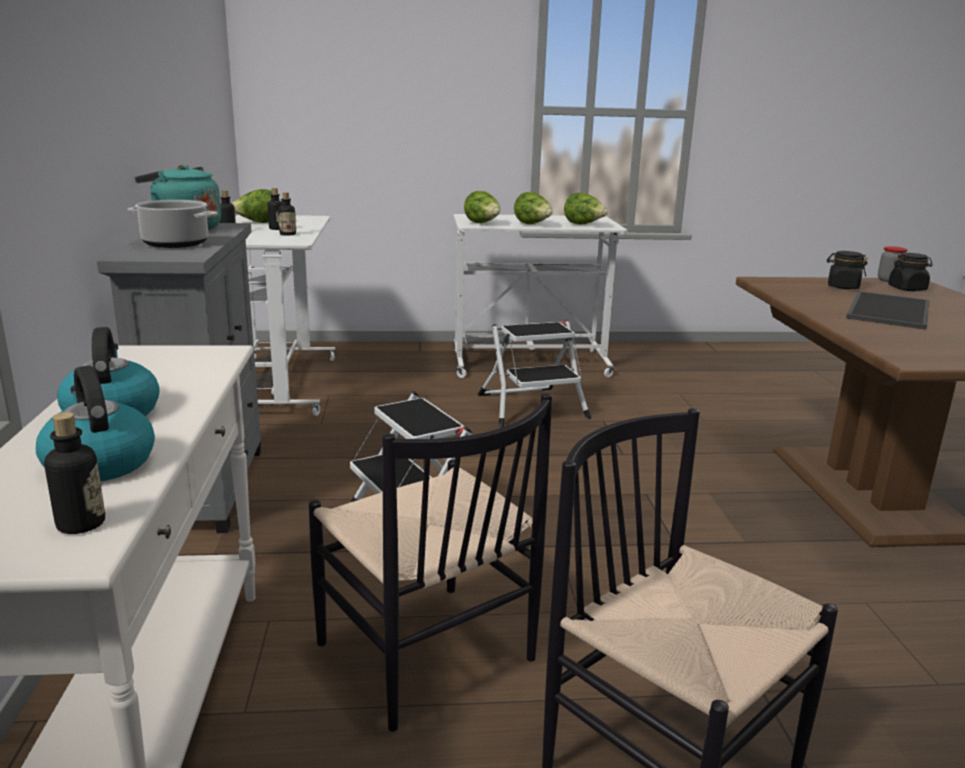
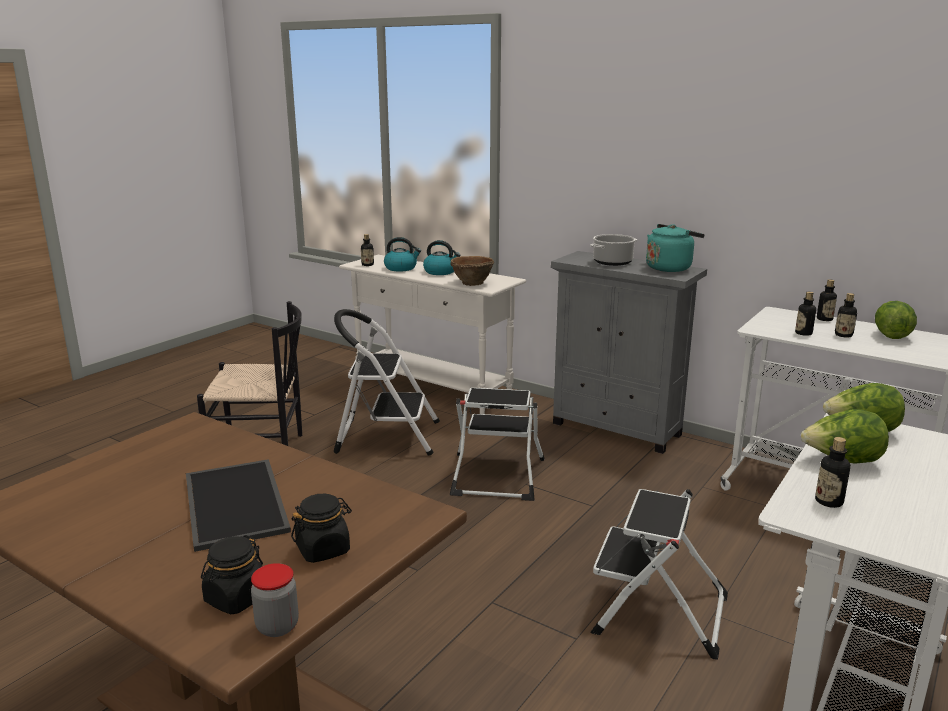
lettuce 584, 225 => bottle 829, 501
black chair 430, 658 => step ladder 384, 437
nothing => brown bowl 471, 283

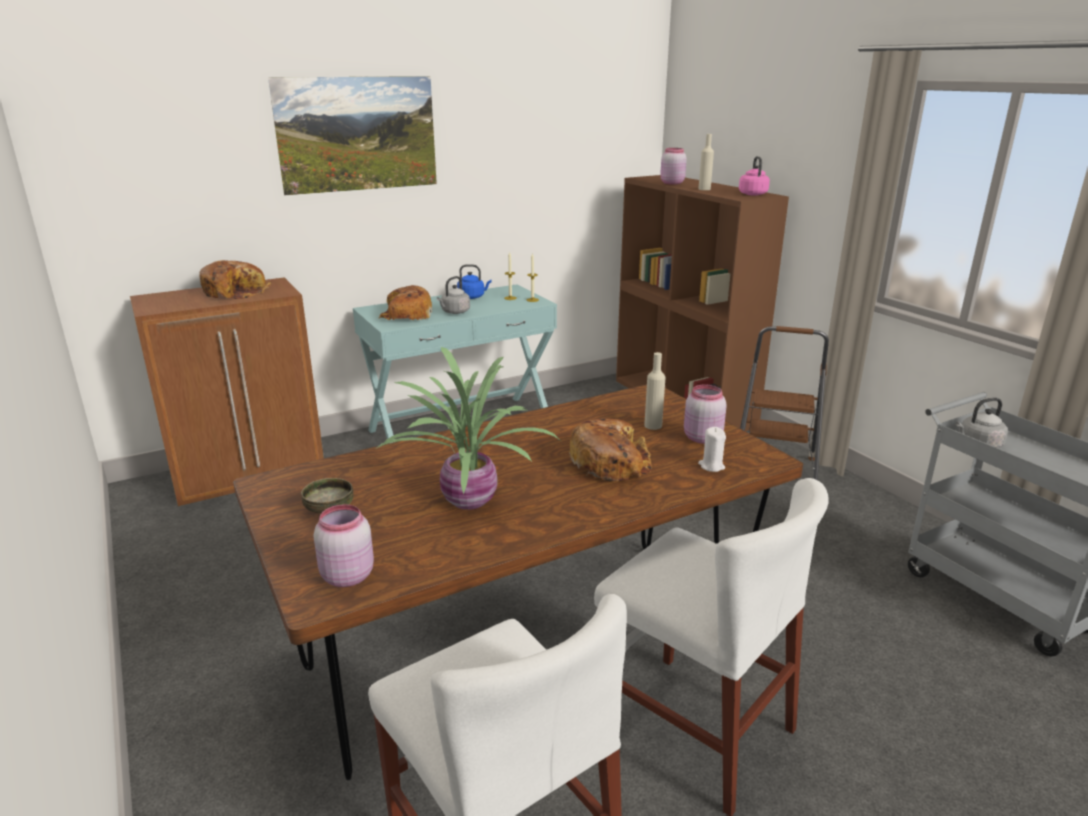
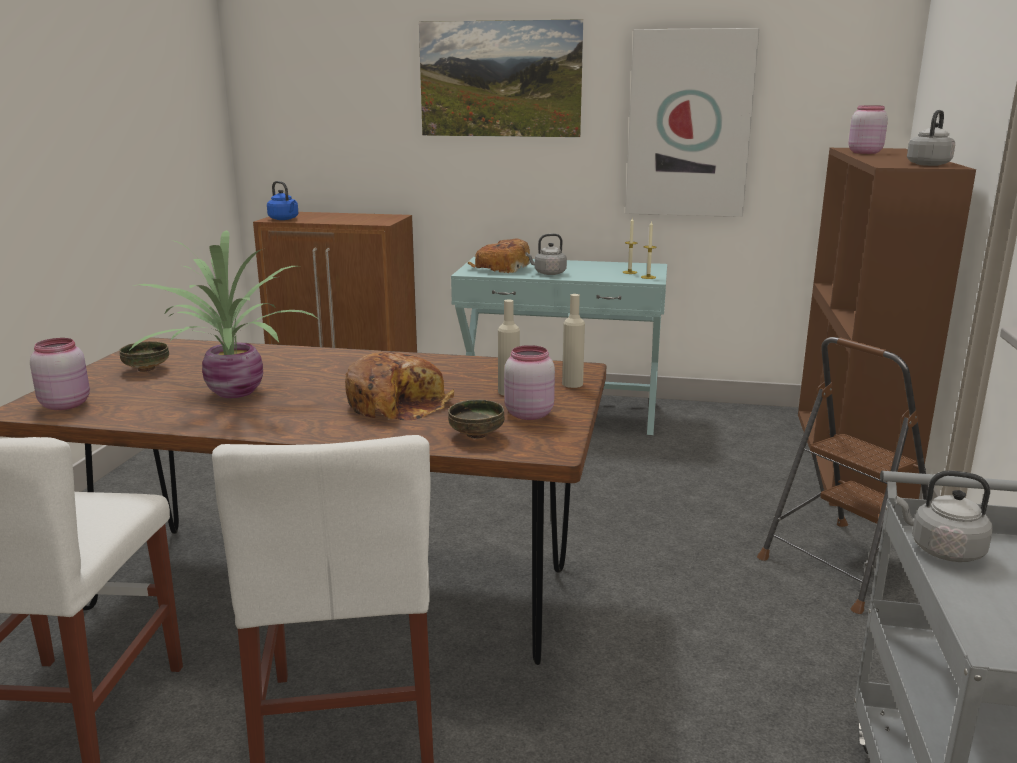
beige bottle 704, 189 => beige bottle 572, 384, relocated
pink kettle 752, 194 => grey kettle 929, 164
bread 236, 292 => nothing
blue kettle 472, 297 => blue kettle 284, 219, relocated
white candle 711, 466 => bowl 477, 435
nothing => picture 689, 124

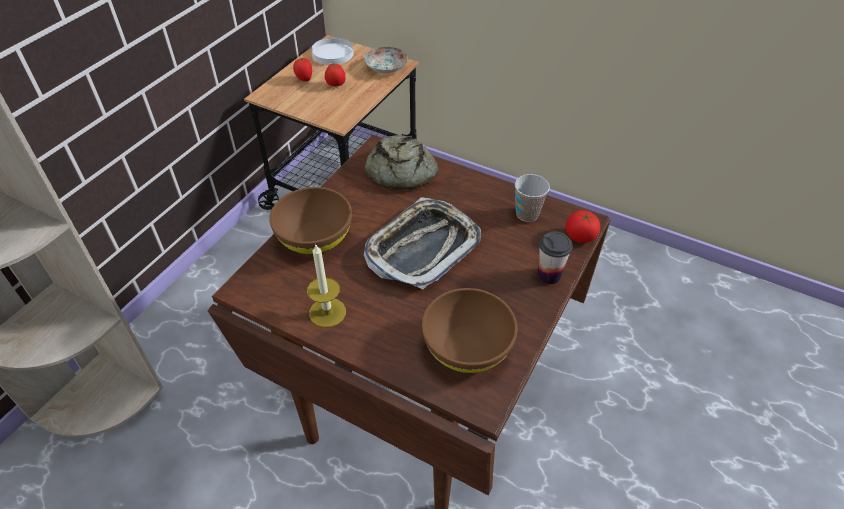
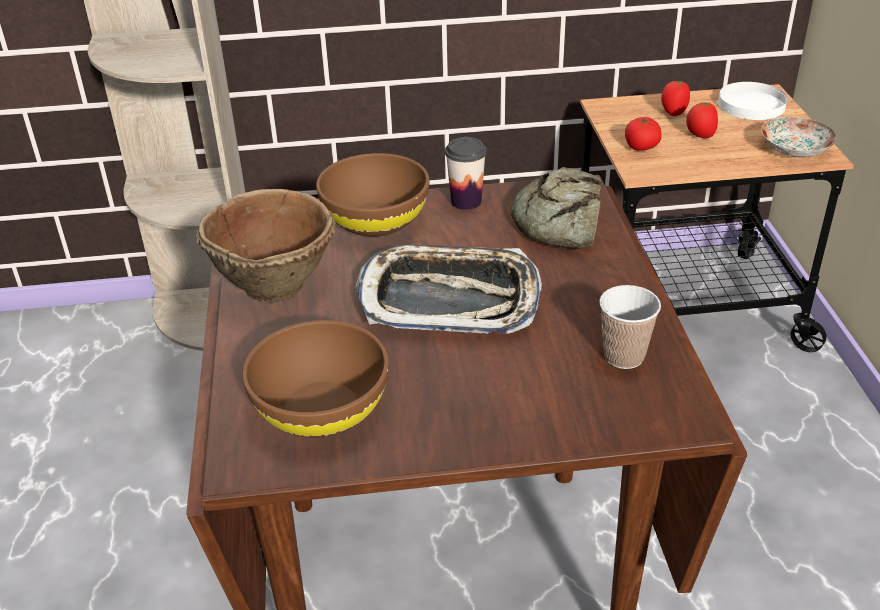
tomato 580, 236 => tomato 641, 147, relocated
cup 549, 275 => cup 466, 202, relocated
candle 327, 312 => brown bowl 274, 282

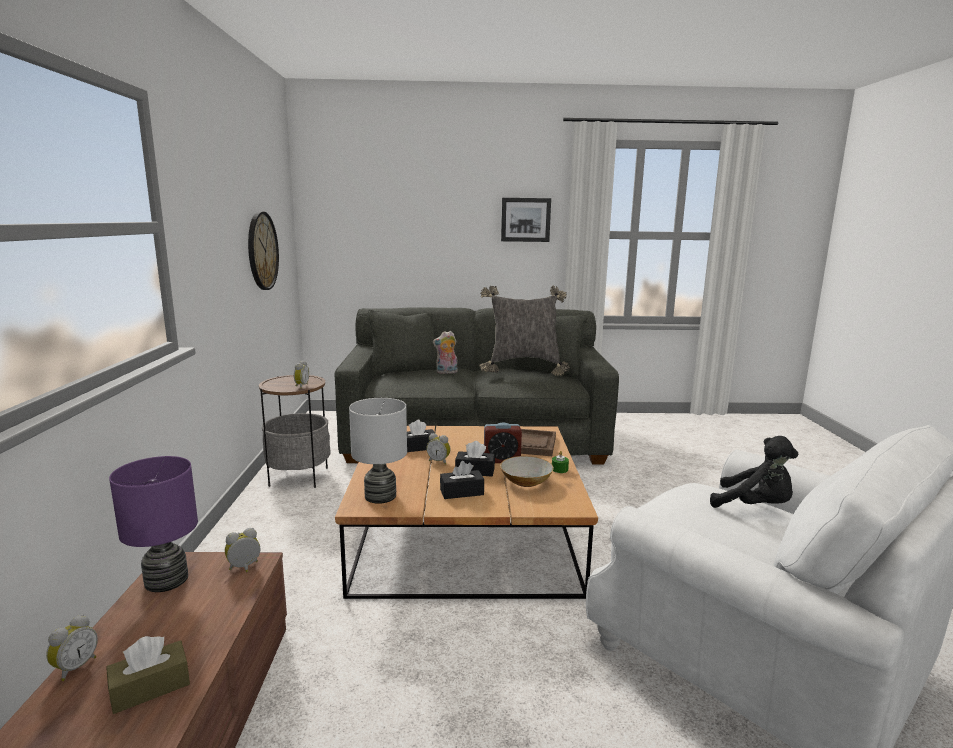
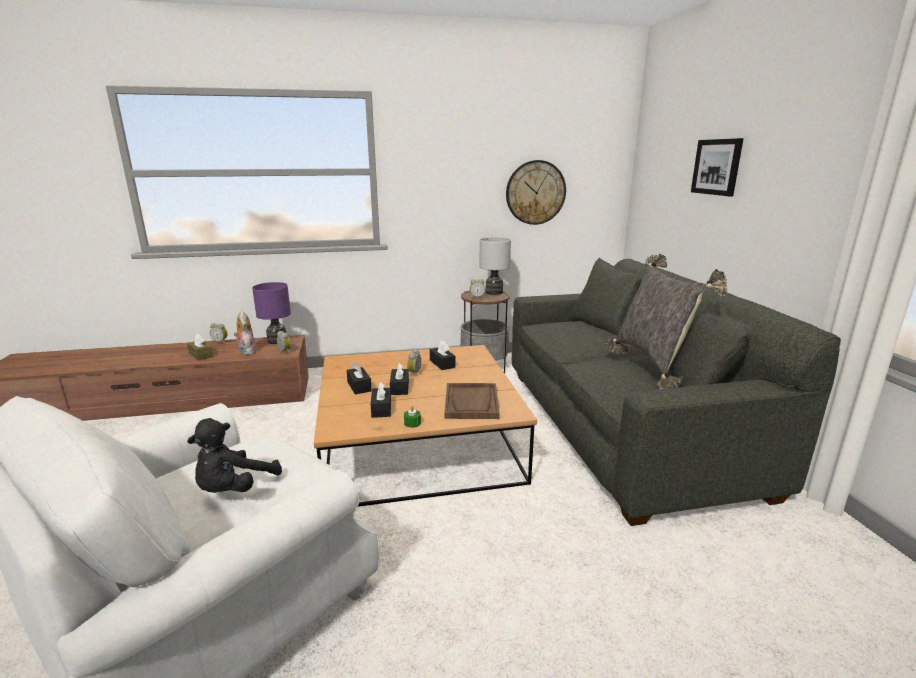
picture 525, 220 => picture 717, 167, relocated
plush toy 446, 372 => plush toy 246, 351, relocated
grey table lamp 380, 496 => grey table lamp 494, 292, relocated
alarm clock 501, 460 => nothing
bowl 525, 482 => black tissue box 381, 409

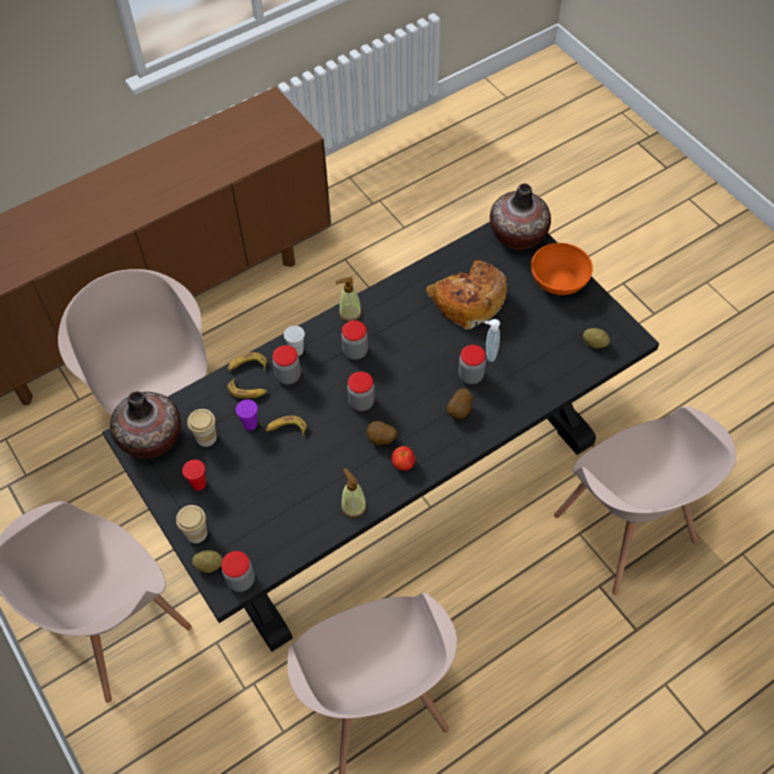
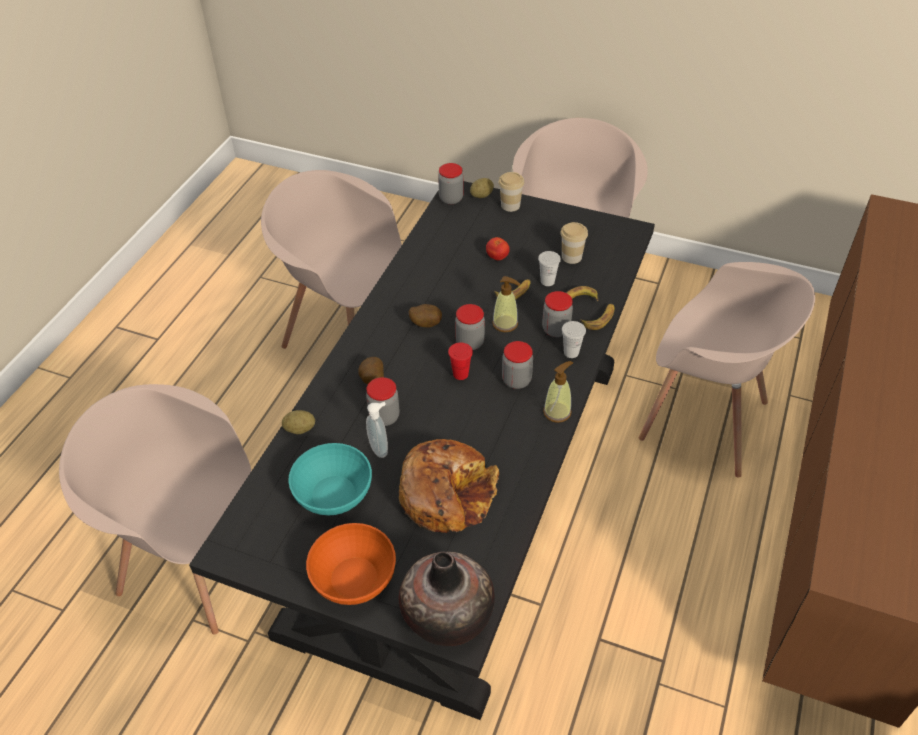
potato 594, 343 => potato 300, 429, relocated
vase 151, 439 => nothing
purple cup 250, 424 => white cup 547, 281
tomato 403, 464 => tomato 497, 257, relocated
red cup 198, 484 => red cup 460, 374, relocated
soap dispenser 353, 506 => soap dispenser 505, 324, relocated
nothing => turquoise bowl 332, 495

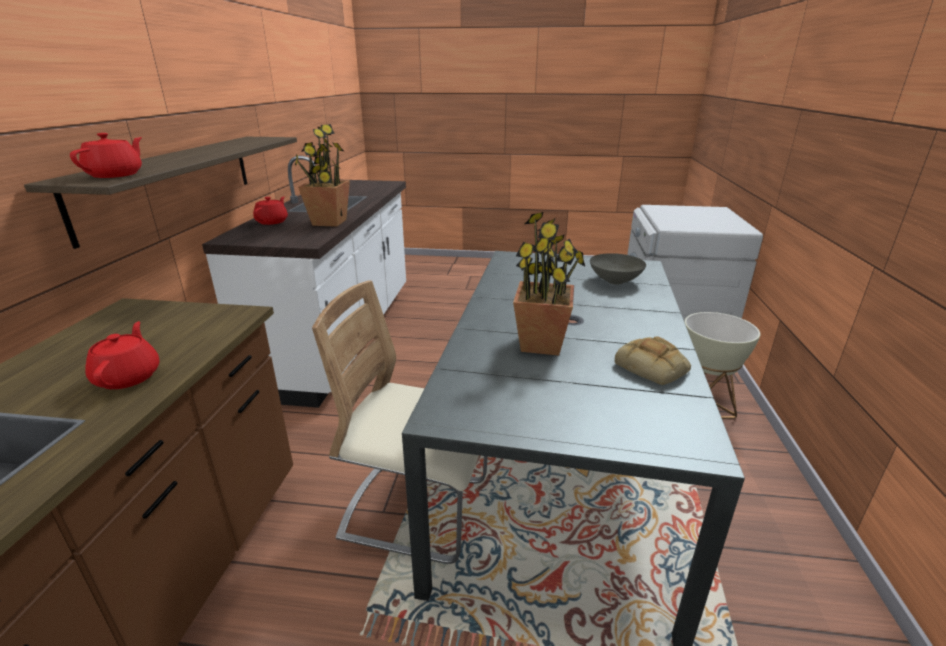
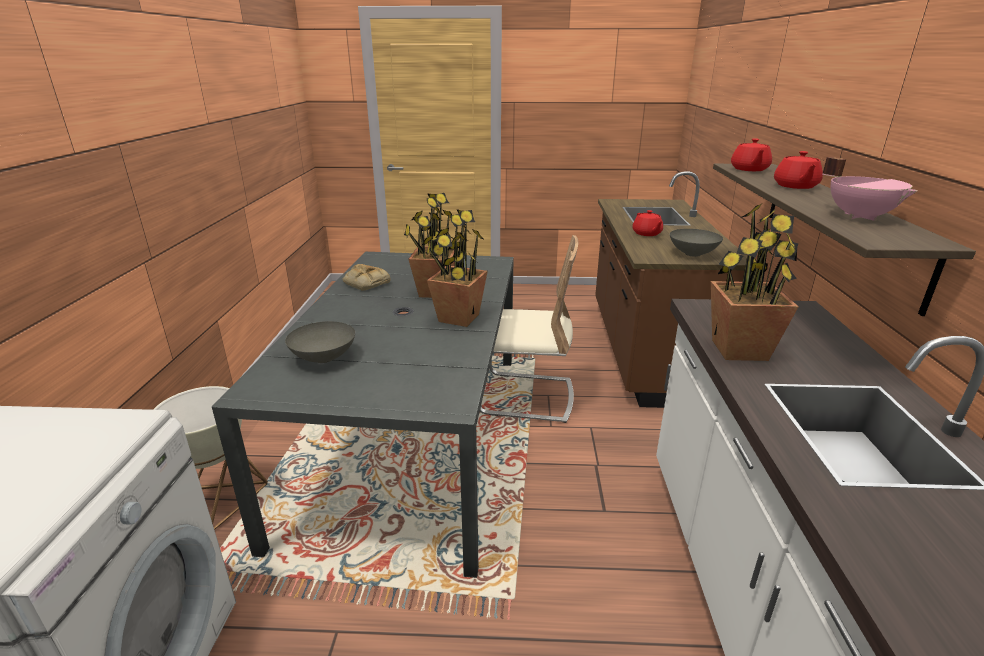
red teapot 272, 221 => red teapot 795, 186, relocated
nothing => pink cooking pot 860, 216
nothing => potted plant 458, 318
nothing => grey bowl 693, 254

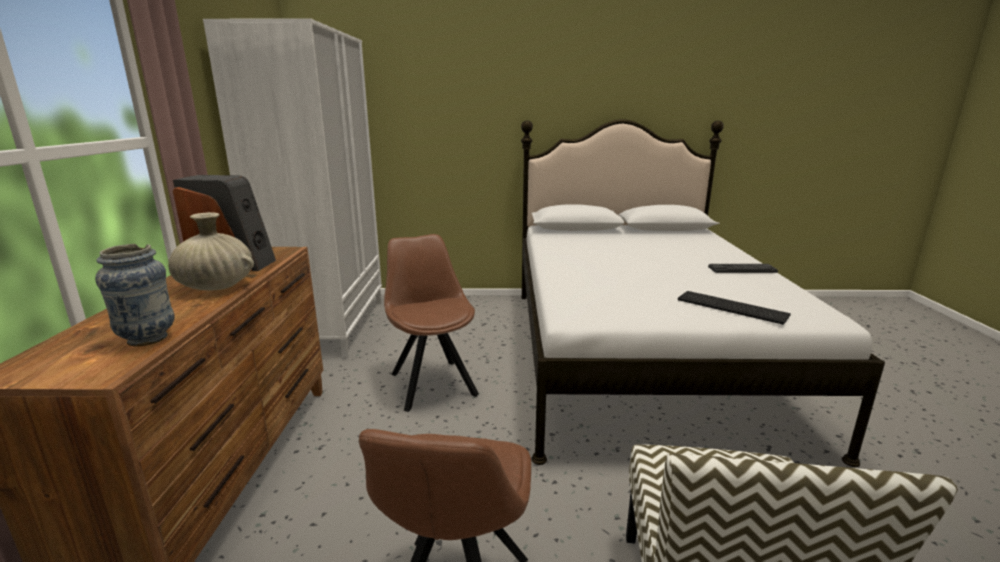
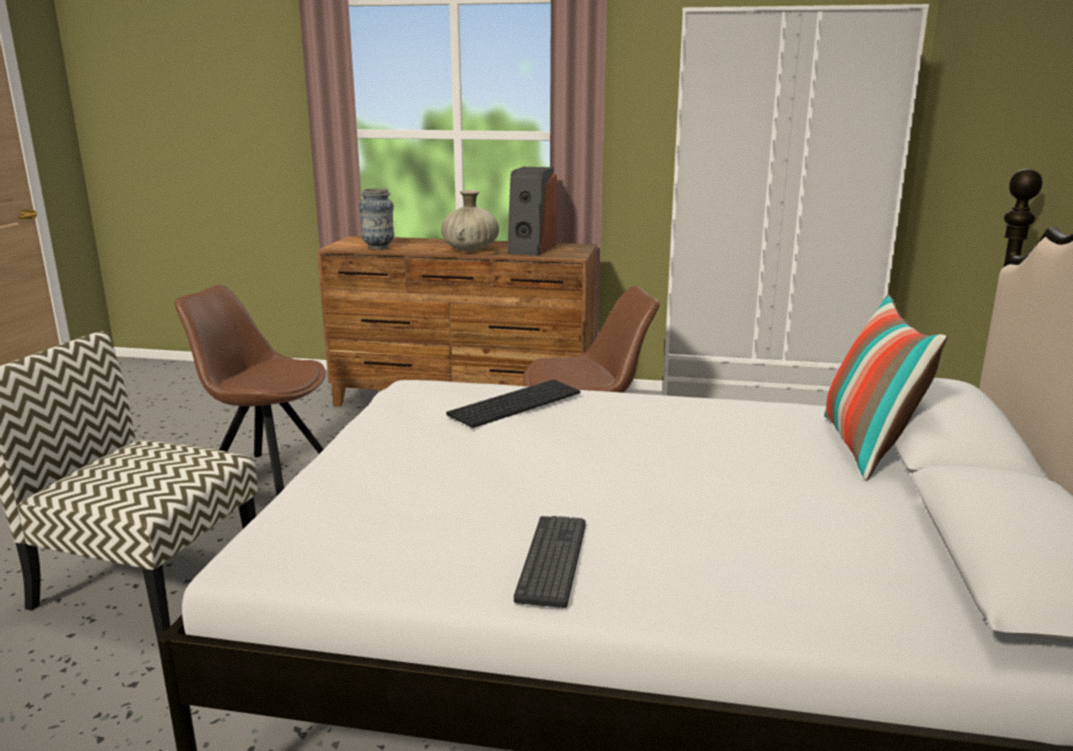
keyboard 730, 307 => keyboard 515, 402, relocated
nothing => pillow 868, 448

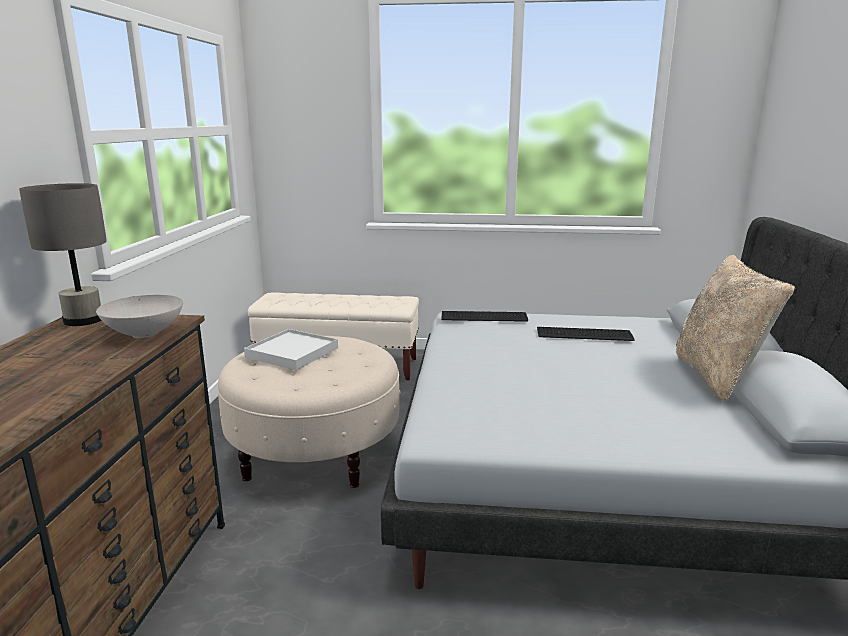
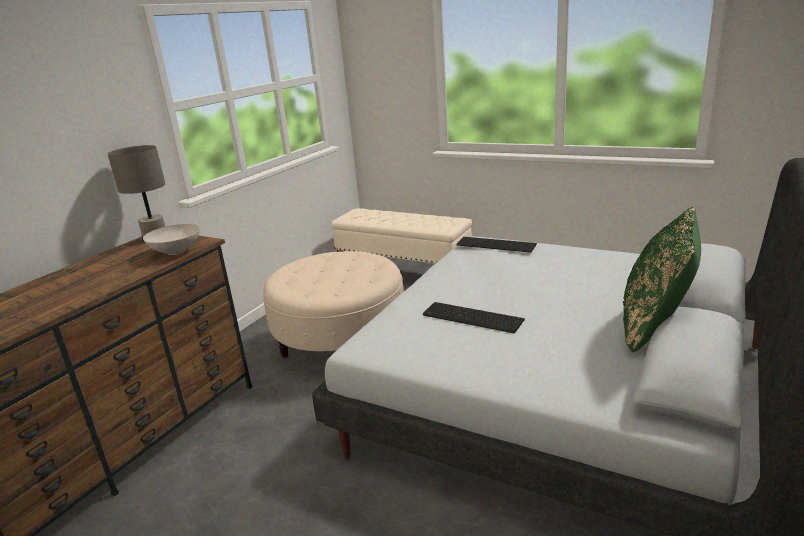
beige pillow 716, 380 => green pillow 654, 330
keyboard 585, 335 => keyboard 473, 318, relocated
white tray 292, 353 => nothing

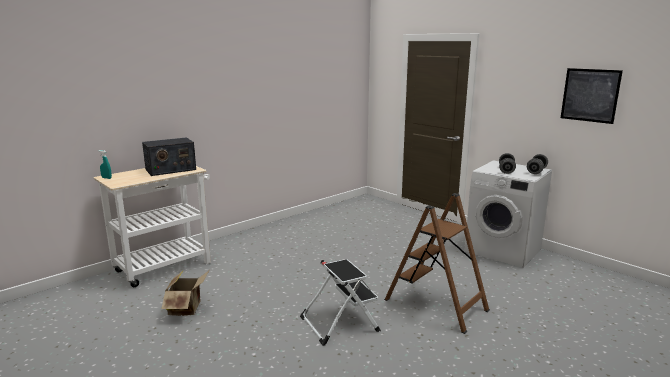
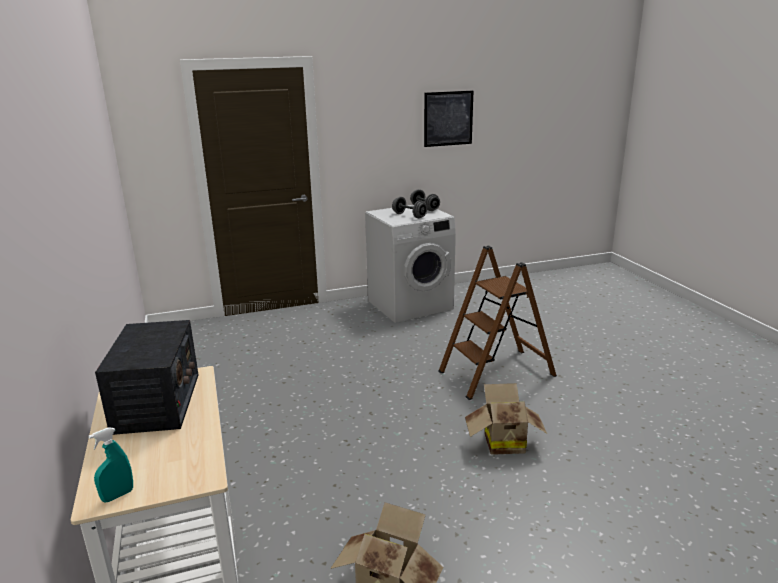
step ladder 340, 321 => cardboard box 502, 442

